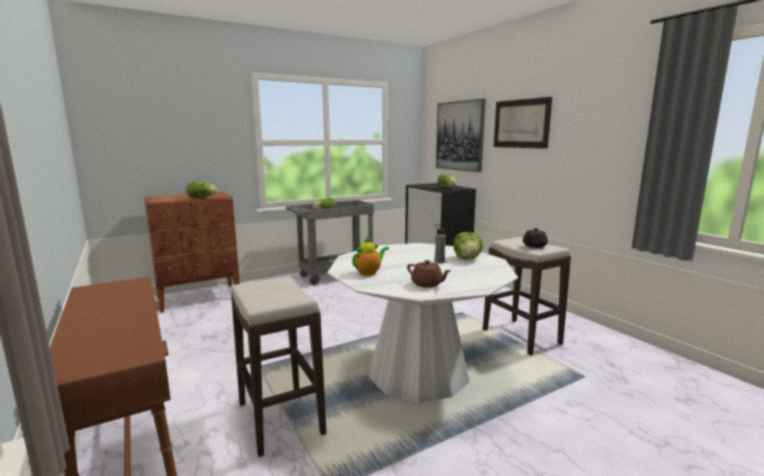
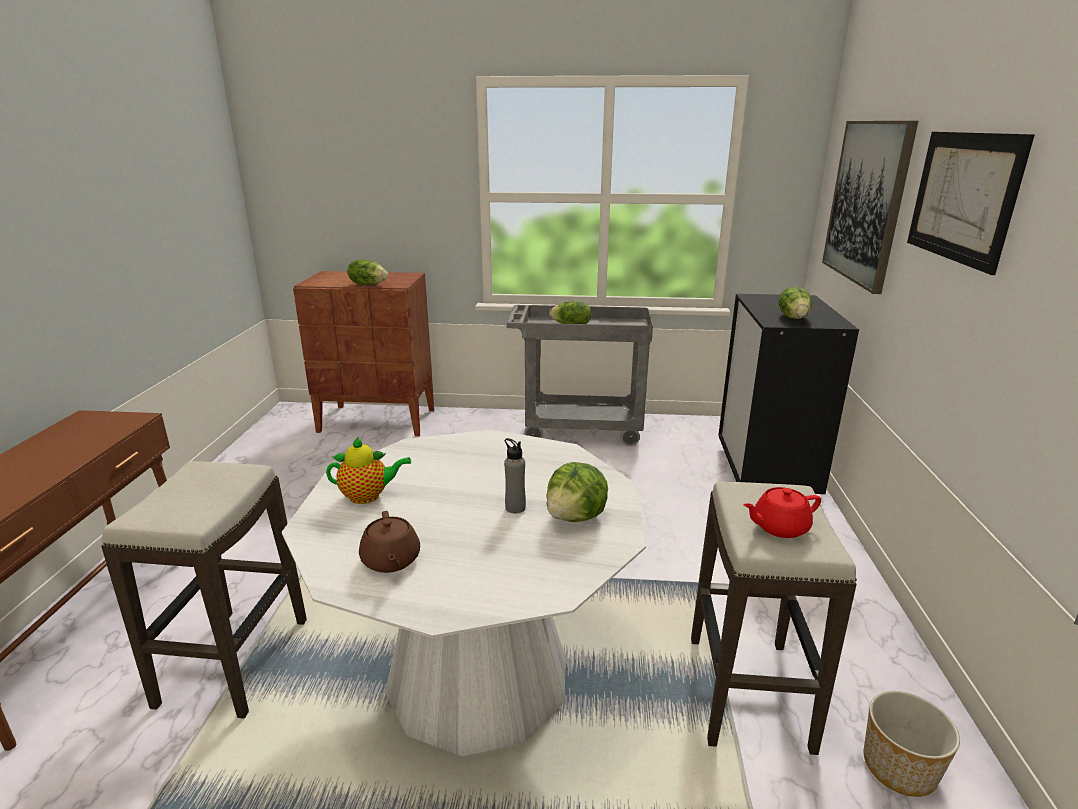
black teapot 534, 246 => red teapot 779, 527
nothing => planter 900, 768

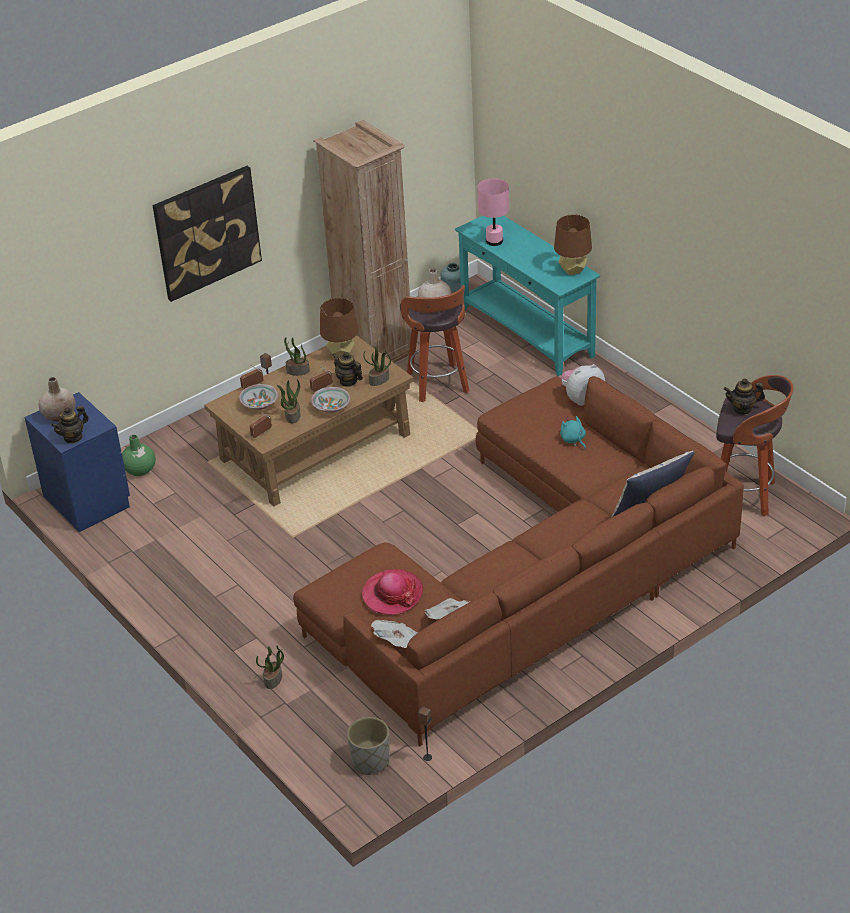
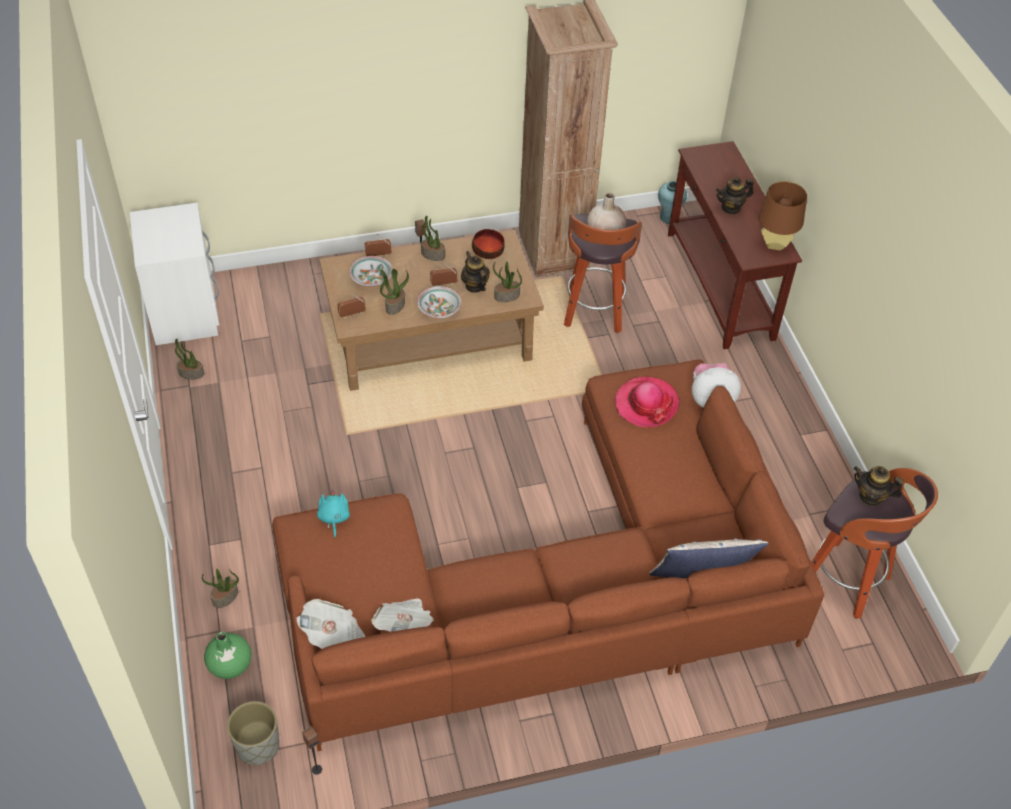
picture 207, 232 => nothing
pink table lamp 494, 241 => nothing
turquoise console table 527, 333 => brown console table 720, 286
brown table lamp 341, 353 => bowl 488, 250
beige vase 59, 415 => nothing
blue nightstand 88, 500 => white nightstand 186, 313
teapot 73, 437 => teapot 731, 208, relocated
turquoise plush toy 573, 440 => turquoise plush toy 333, 518, relocated
green vase 139, 470 => green vase 229, 665, relocated
hat 392, 594 => hat 646, 404, relocated
nothing => potted plant 191, 374

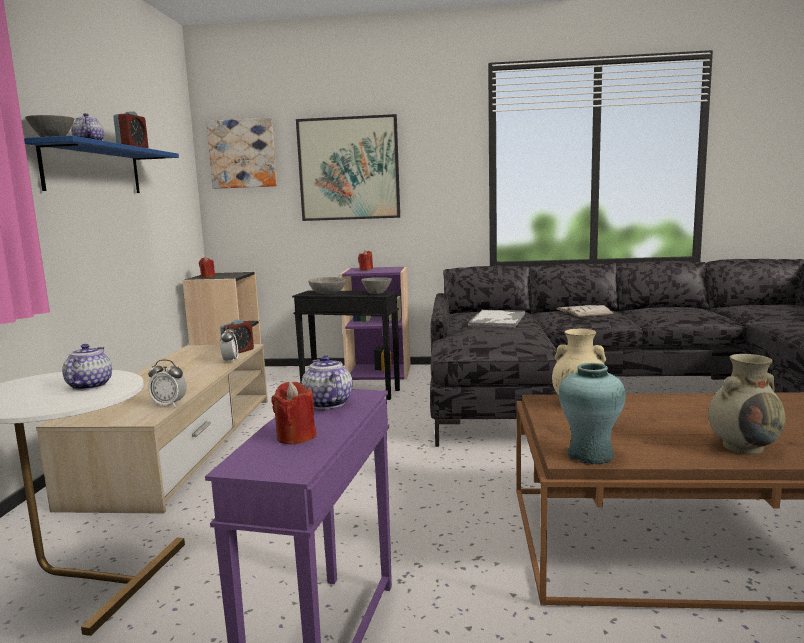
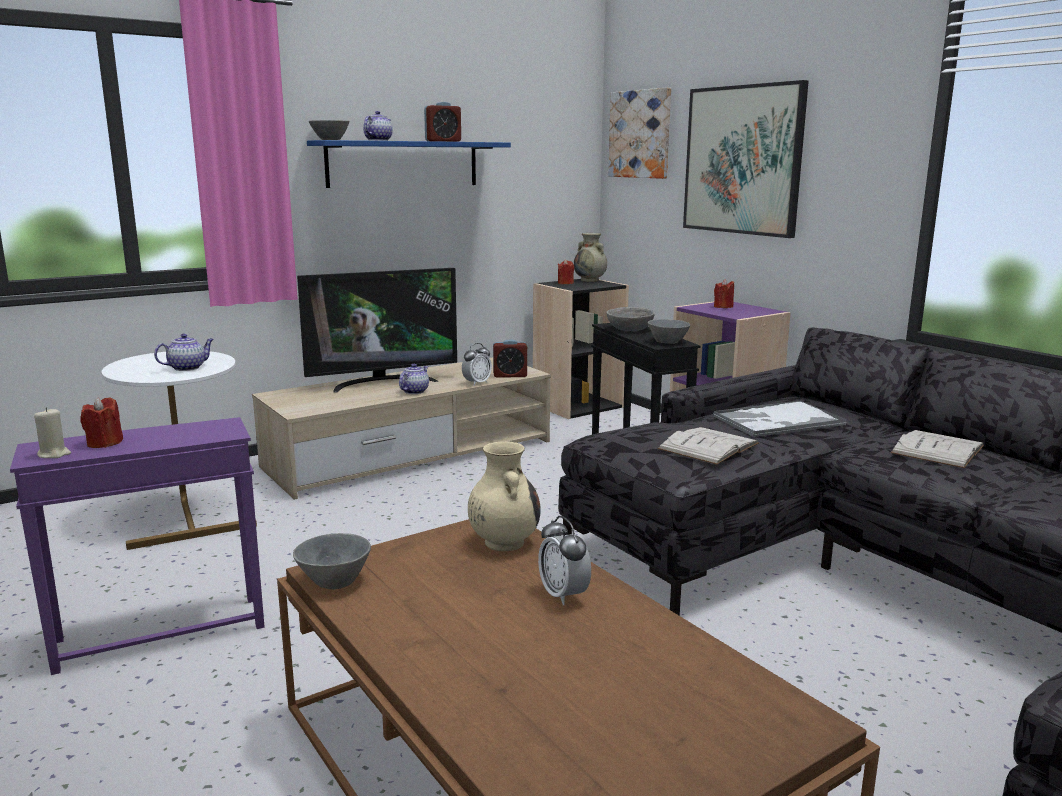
beige vase 743, 447 => beige vase 590, 280, relocated
teapot 327, 403 => teapot 414, 391, relocated
alarm clock 169, 405 => alarm clock 563, 595, relocated
turquoise vase 590, 455 => grey bowl 336, 580
nothing => television 382, 382
nothing => beige candle 54, 454
nothing => white book 708, 446

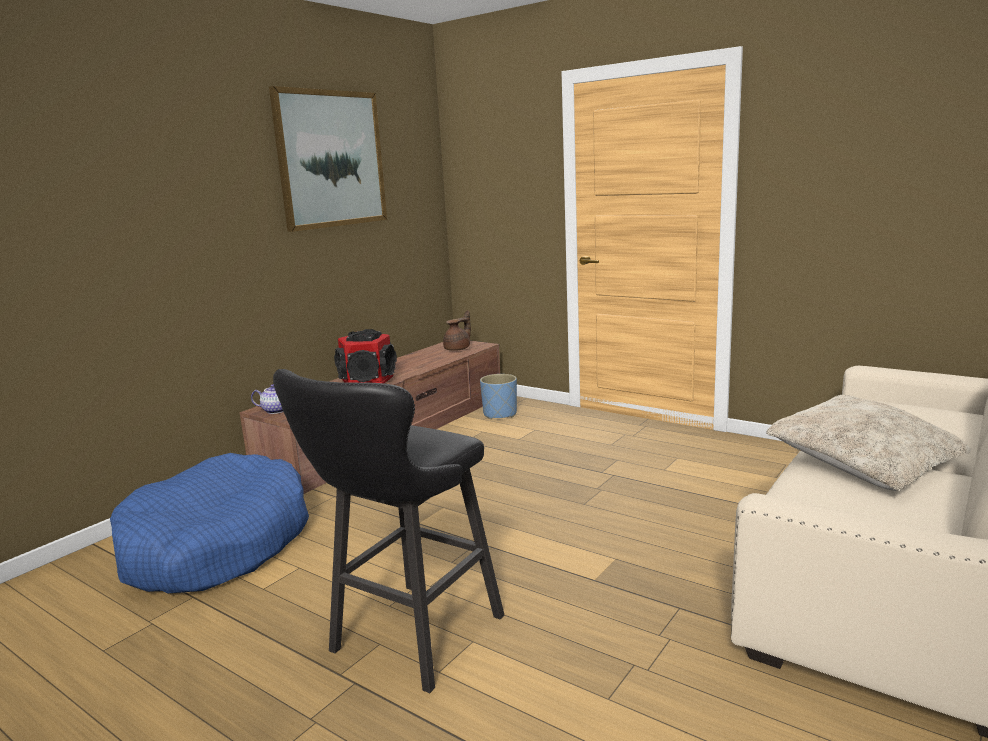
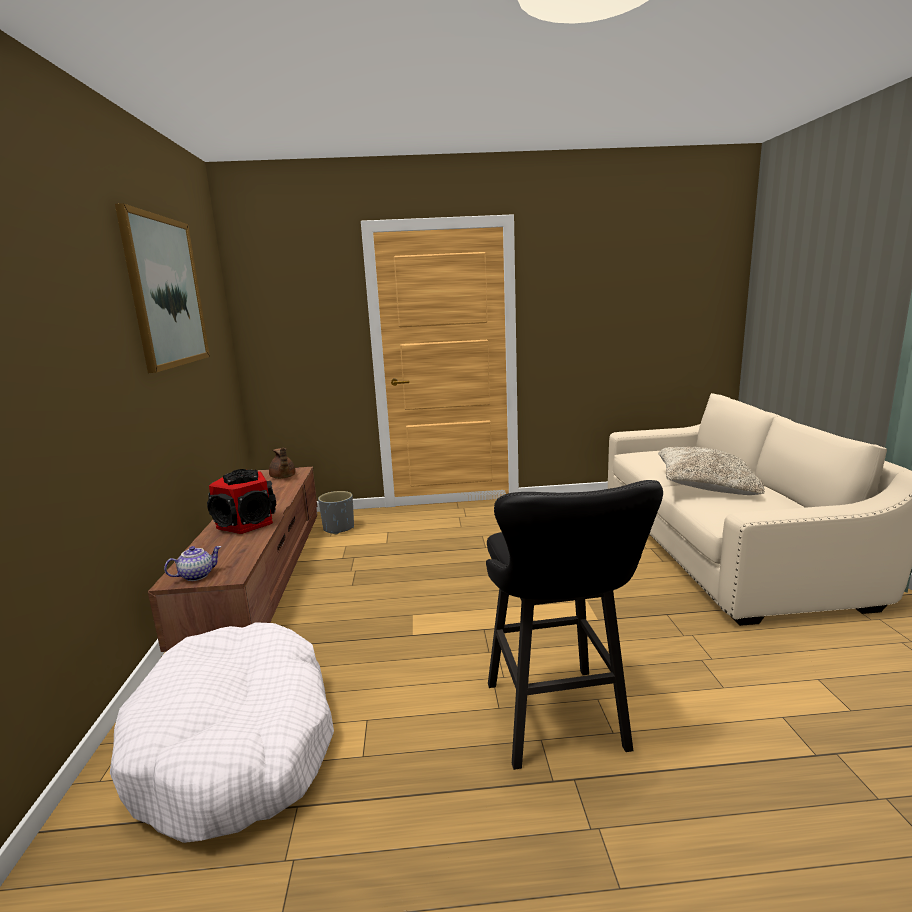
brown teapot 458, 349 => brown teapot 283, 477, 150 degrees clockwise
blue planter 499, 414 => grey planter 338, 528
blue dog bed 217, 545 => white dog bed 236, 745

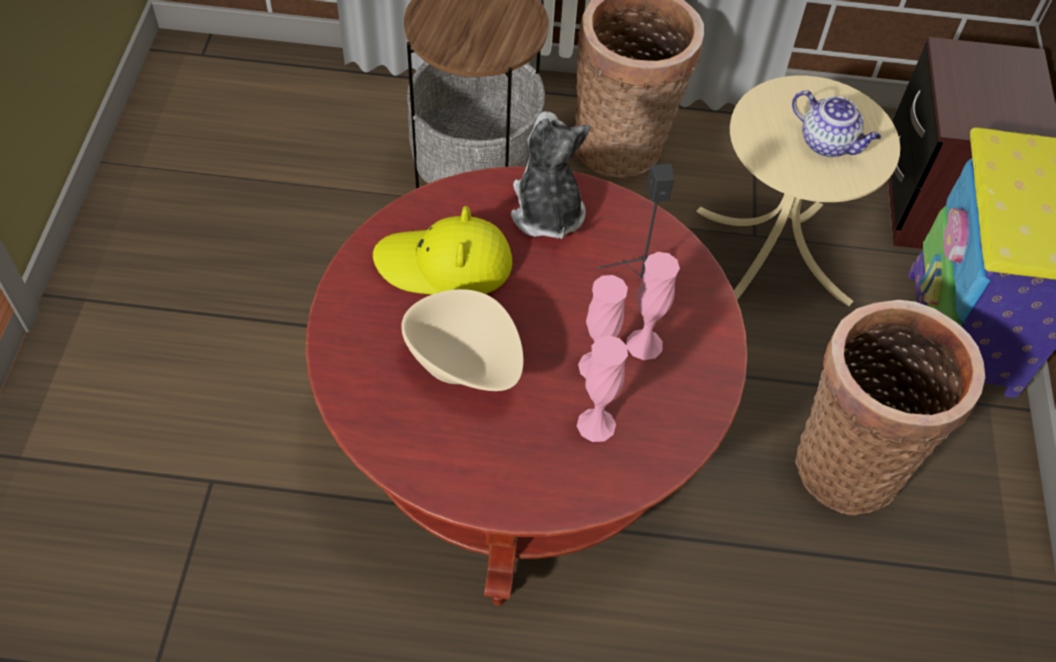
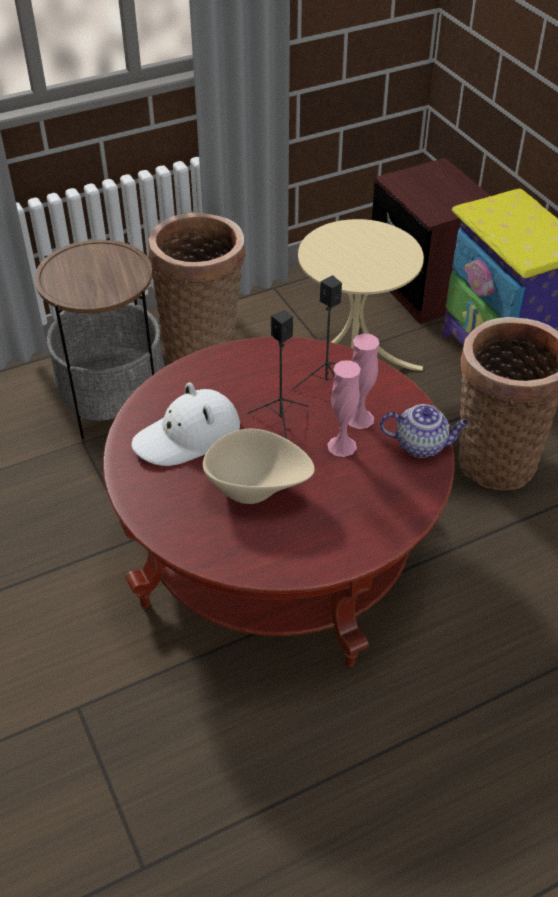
teapot 828, 143 => teapot 422, 445, relocated
plush toy 547, 211 => nothing
yellow hat 445, 264 => white hat 188, 436
pink vase 596, 425 => nothing
nothing => black speaker 281, 422

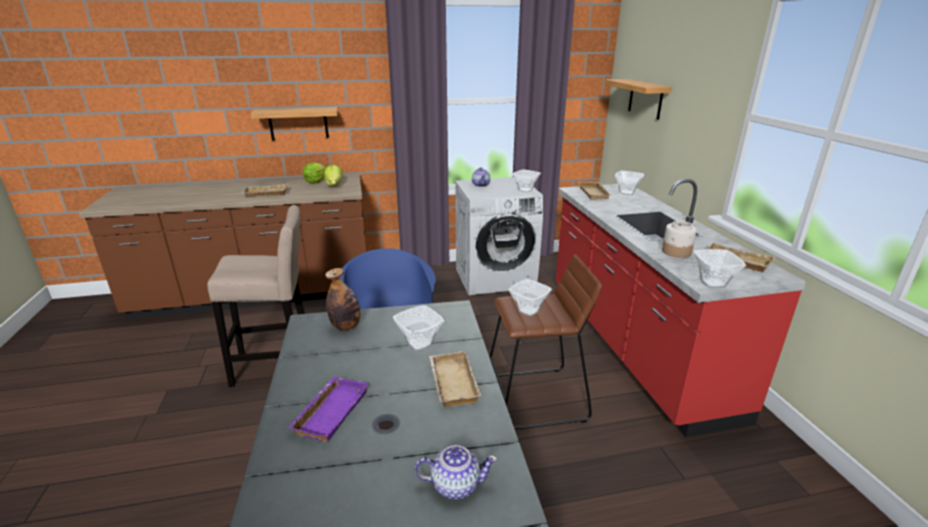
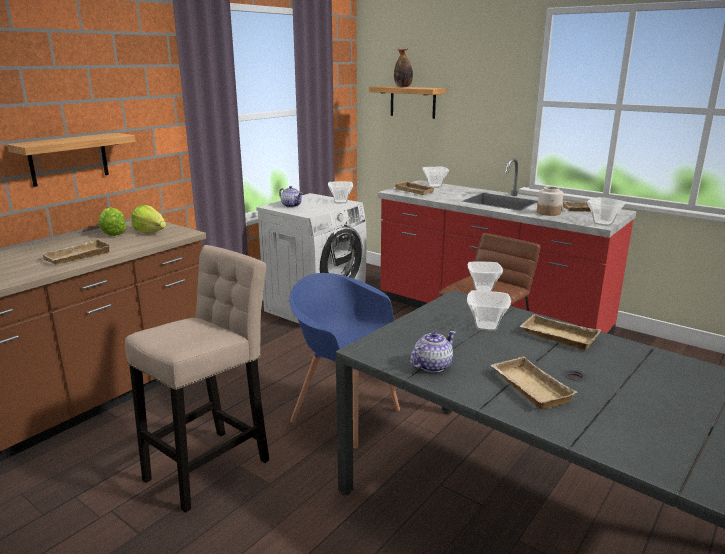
bottle 346, 326 => bottle 403, 87, relocated
purple tray 330, 411 => beige tray 528, 387
teapot 455, 484 => teapot 432, 366, relocated

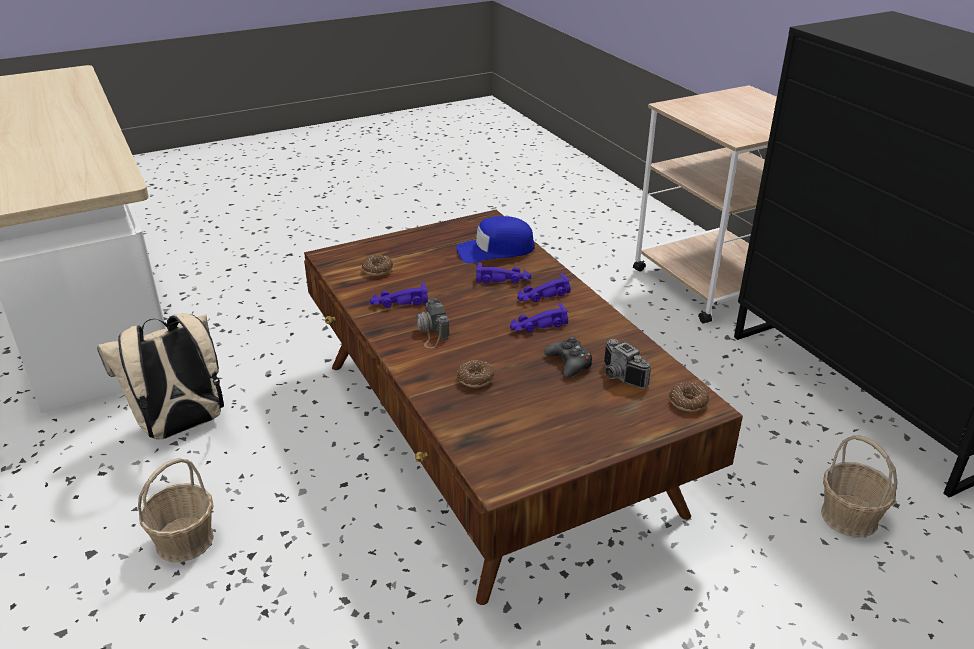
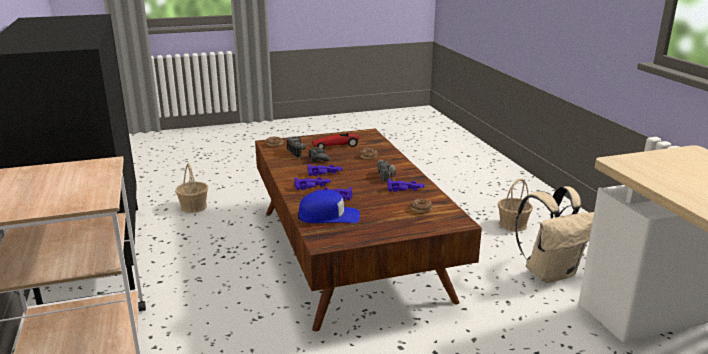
nothing => toy car 336, 146

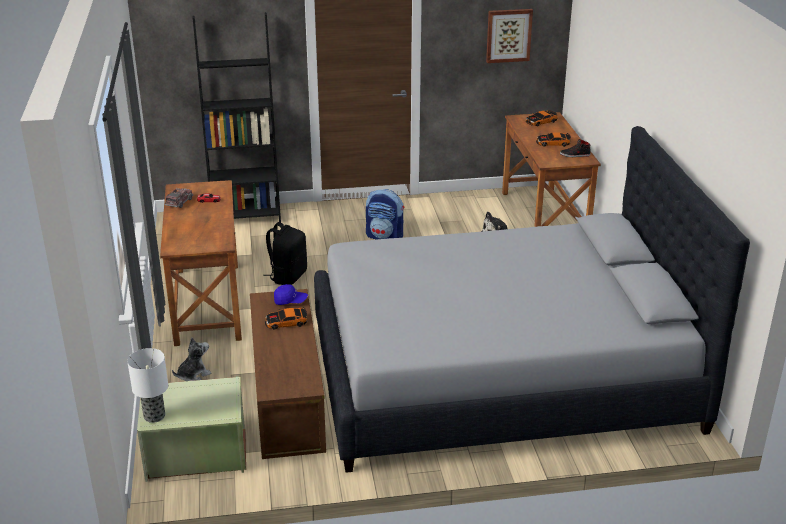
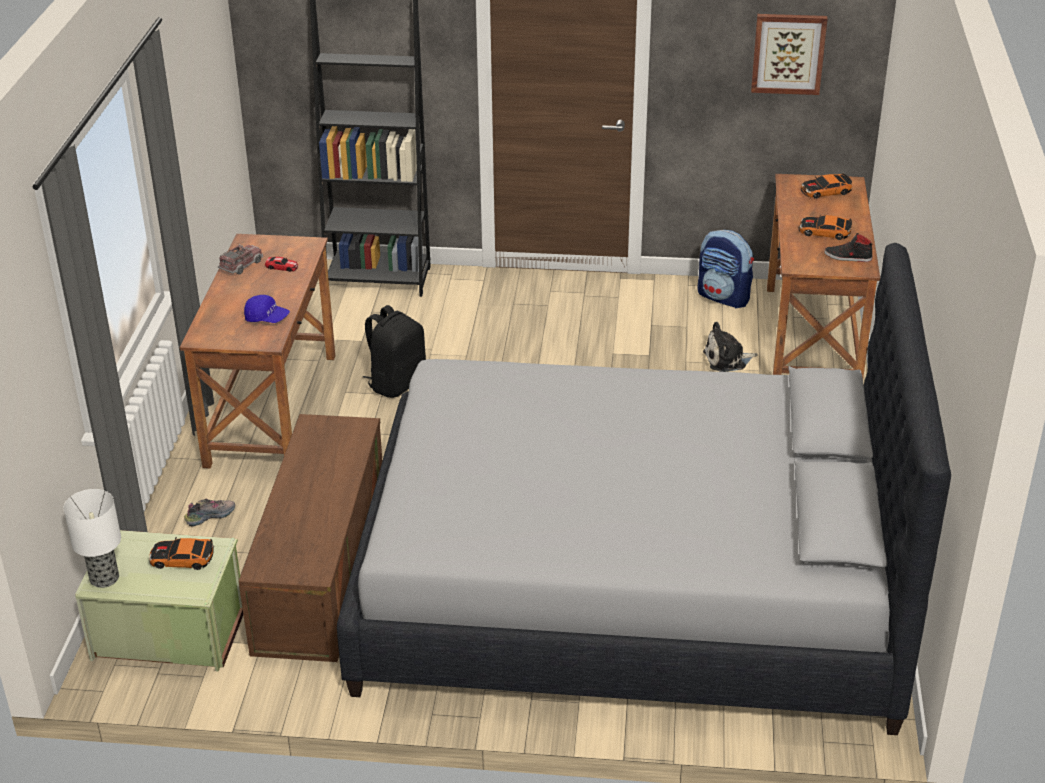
backpack 385, 237 => backpack 724, 297, relocated
blue cap 290, 301 => blue cap 267, 318, relocated
toy car 286, 322 => toy car 182, 559, relocated
plush toy 193, 375 => shoe 210, 516

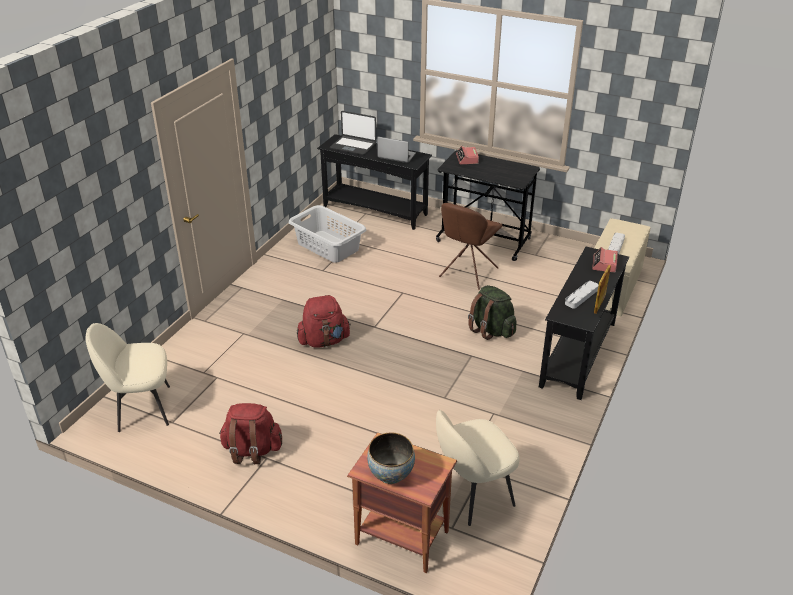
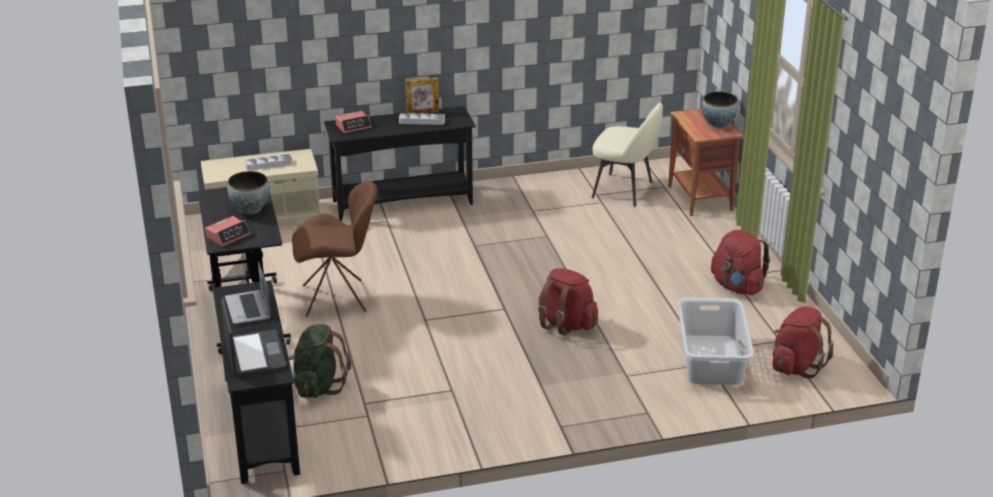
grey laundry basket 328, 246 => grey laundry basket 711, 360, relocated
green backpack 491, 330 => green backpack 318, 386, relocated
beige chair 142, 408 => red backpack 796, 366
nothing => bowl 250, 209

